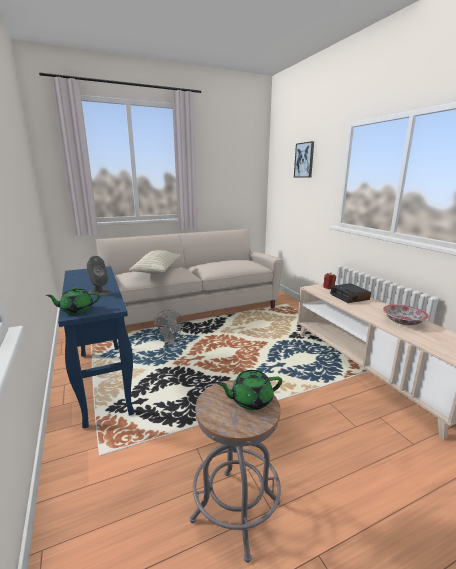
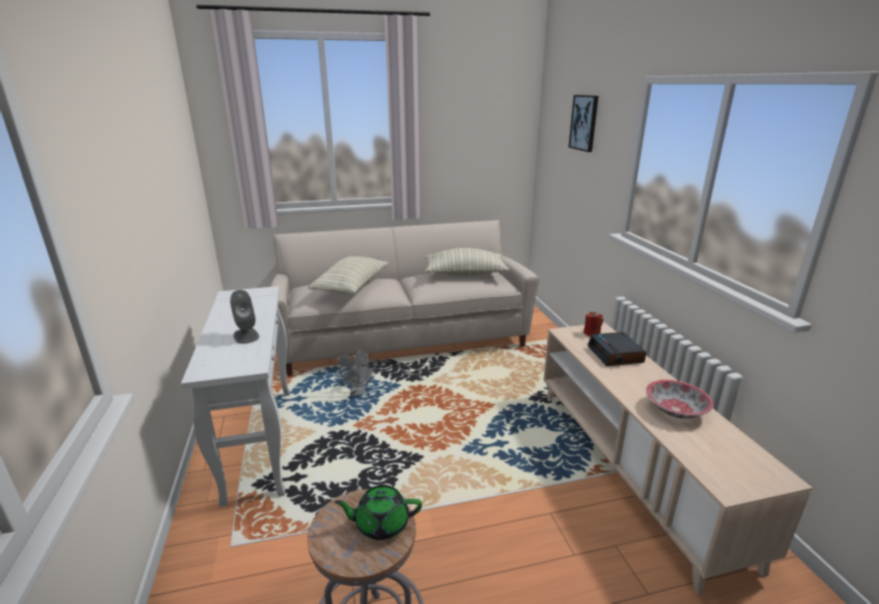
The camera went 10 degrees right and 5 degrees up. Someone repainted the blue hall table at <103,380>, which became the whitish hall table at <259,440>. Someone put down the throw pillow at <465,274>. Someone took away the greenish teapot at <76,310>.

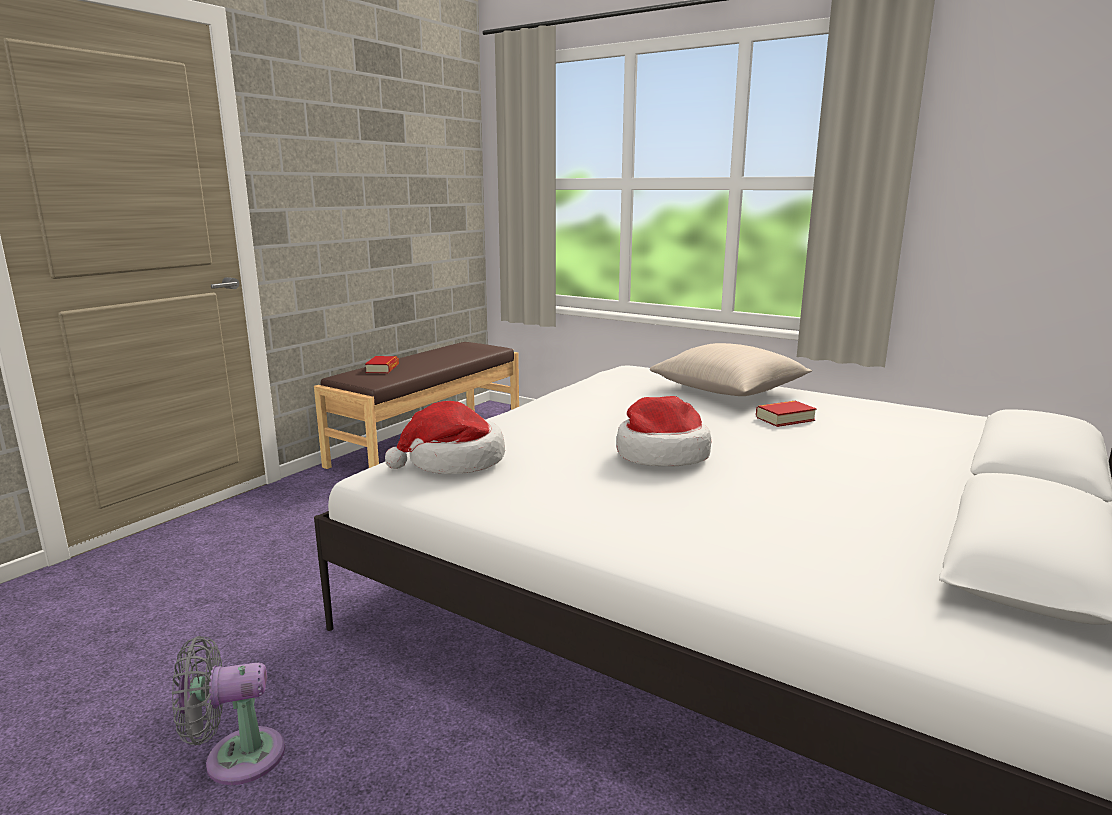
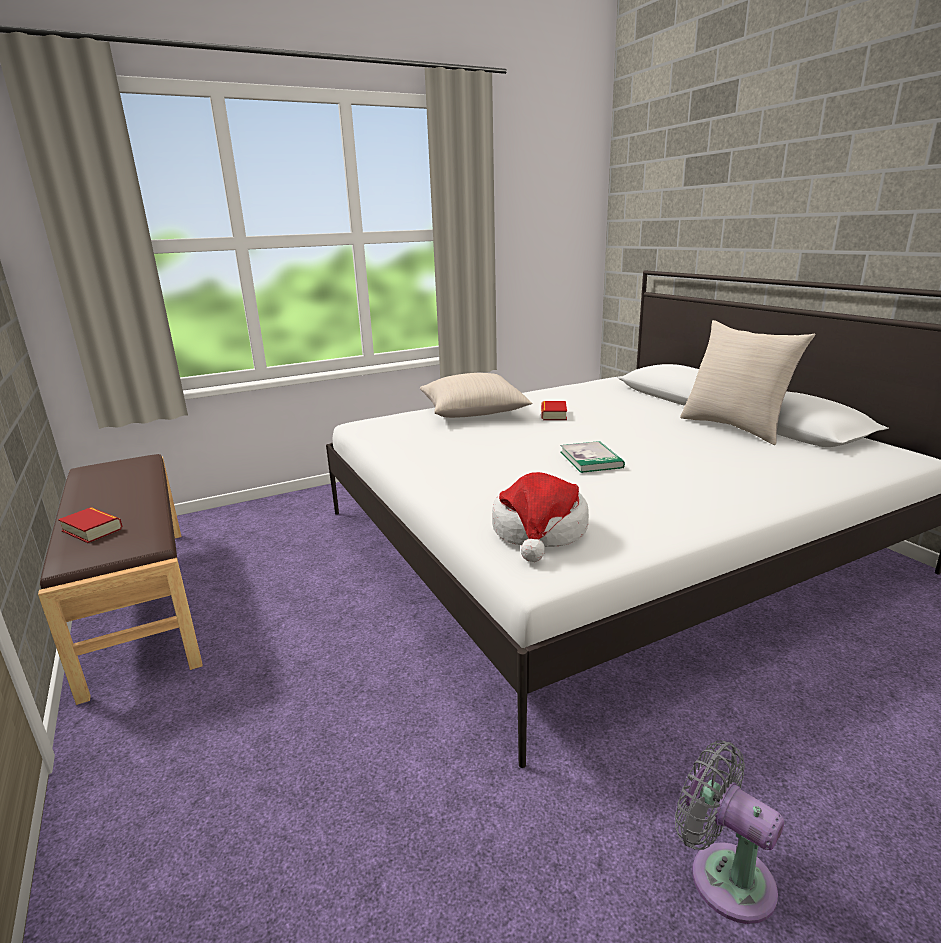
The camera went 60 degrees left and 5 degrees up. Someone swapped the wearable hat at <661,454> for the volume at <591,459>. Someone rotated the grey cooling fan at <236,758> by 120 degrees clockwise. Someone put down the beige-coloured throw pillow at <735,427>.

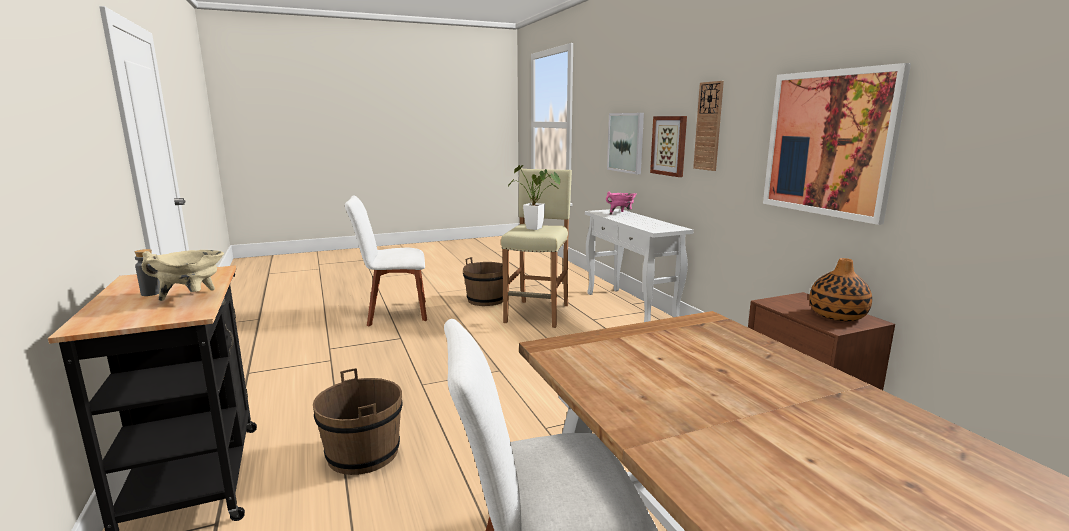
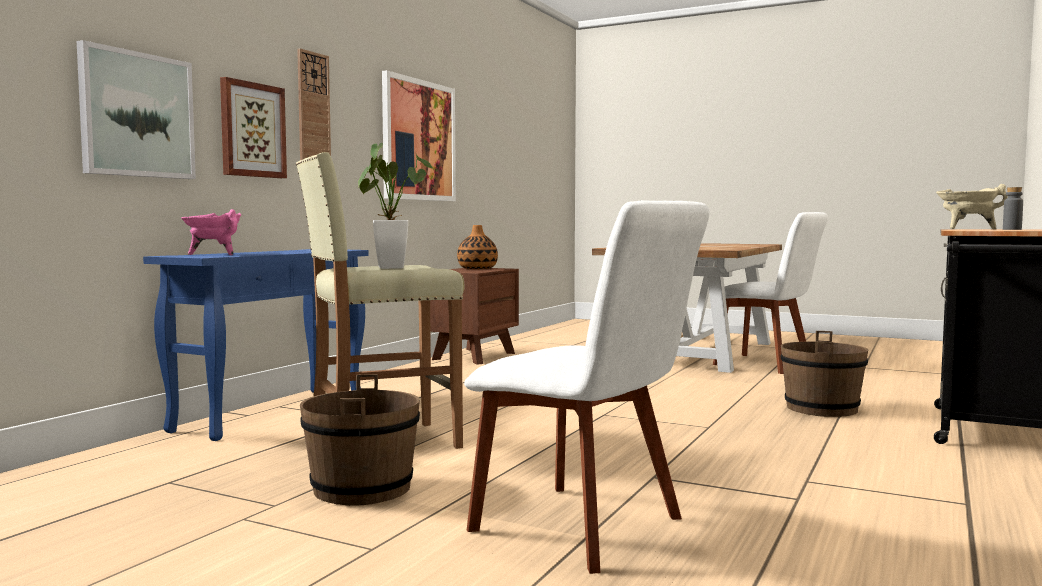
The camera went 130 degrees left and 10 degrees down. Someone repainted the whitish hall table at <630,308>, which became the blue hall table at <272,412>.

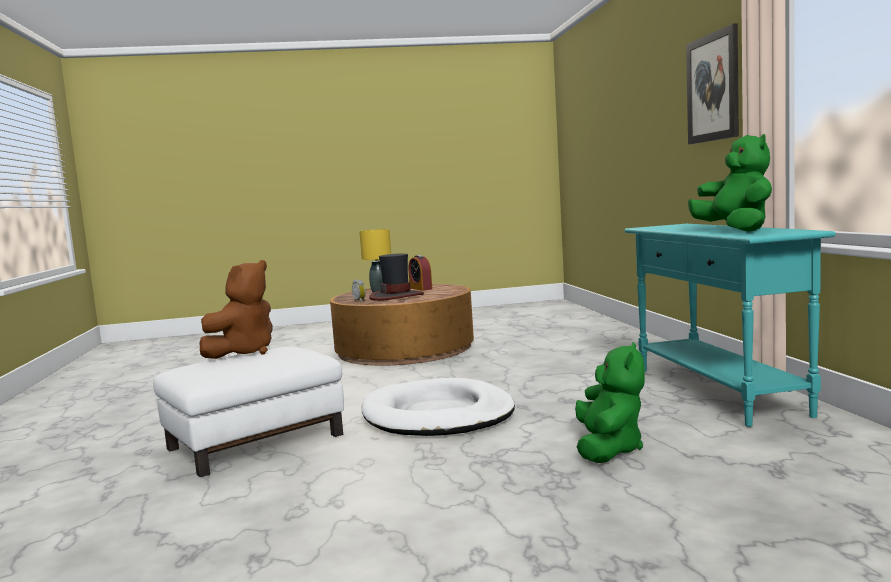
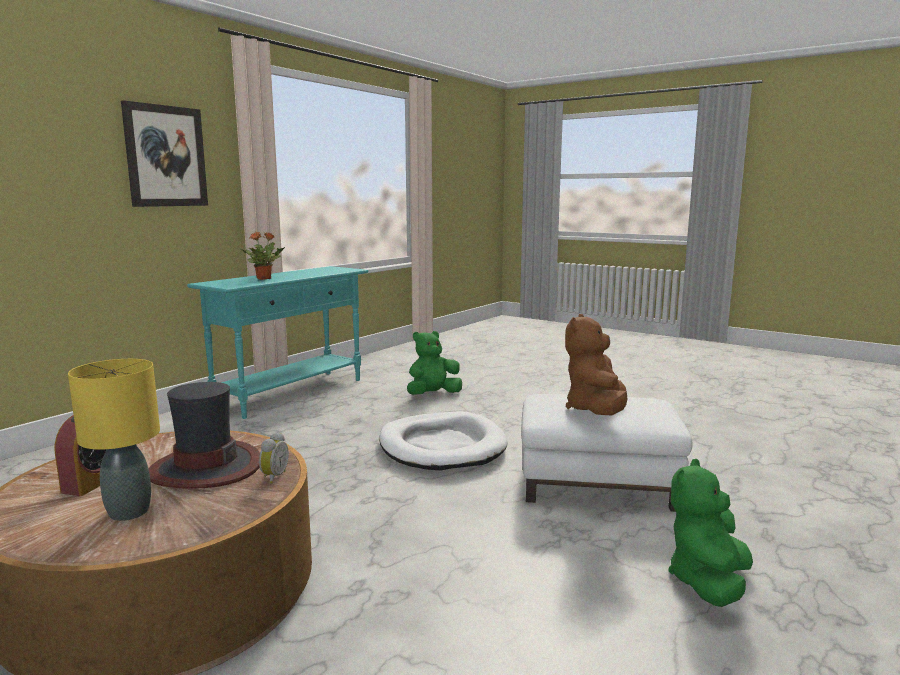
The camera went 135 degrees left and 5 degrees up. Someone put down the potted plant at <264,278>. Someone rotated the brownish soft toy at <244,352> by 60 degrees counterclockwise. Someone carried the greenish soft toy from <735,230> to <708,583>.

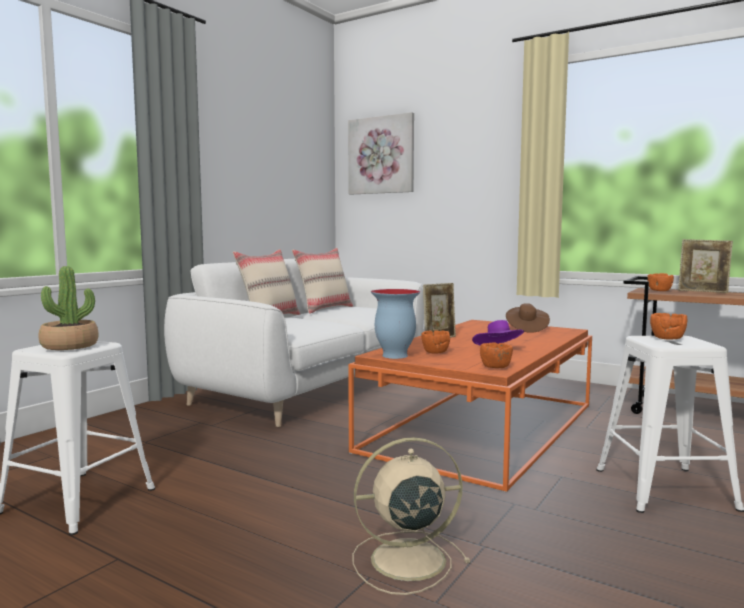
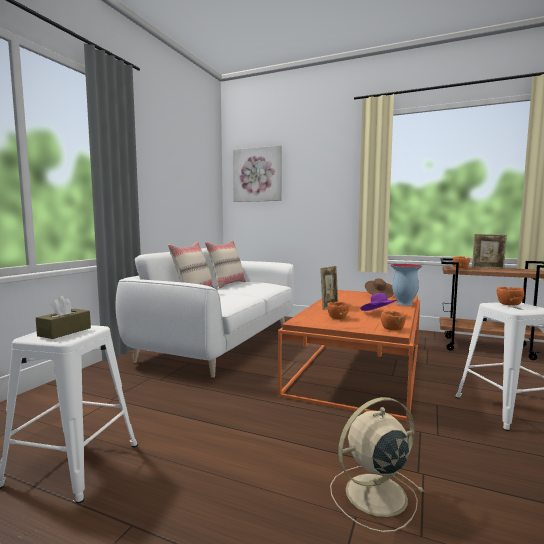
The camera went 10 degrees left and 0 degrees up. Someone swapped the potted plant at <69,346> for the brownish box of tissues at <65,332>. Someone carried the decorative vase from <394,356> to <404,304>.

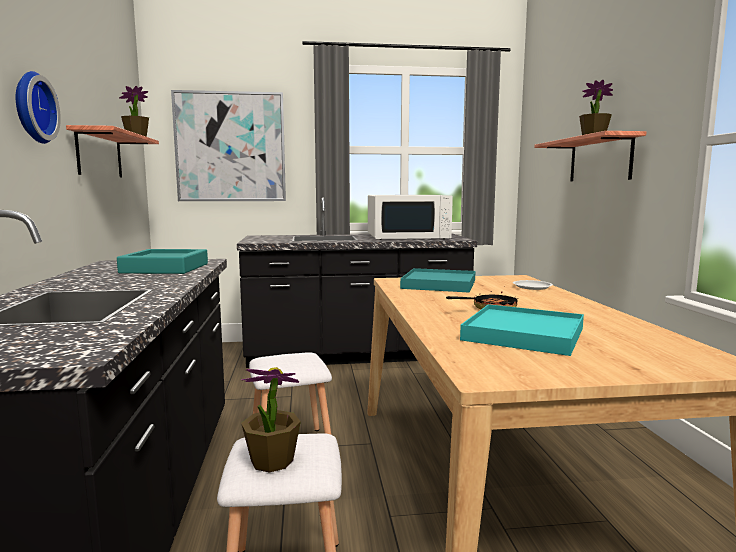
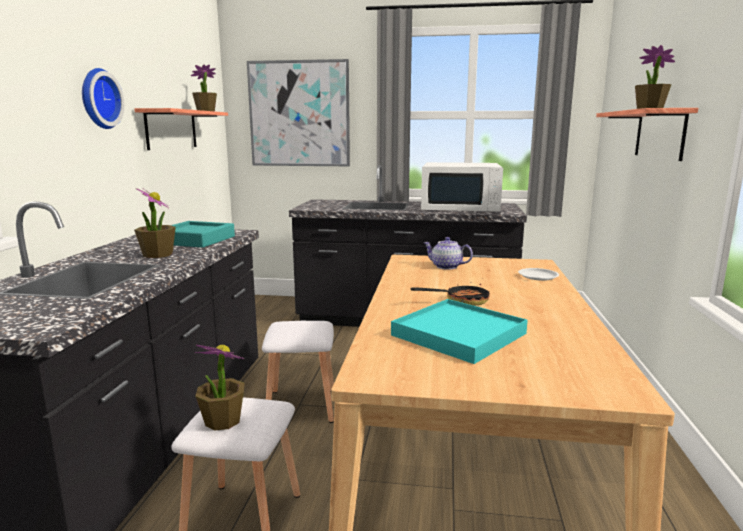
The camera went 15 degrees right and 5 degrees up. Someone put down the potted plant at <157,254>. Someone swapped the turquoise-coloured serving tray at <439,284> for the teapot at <446,267>.

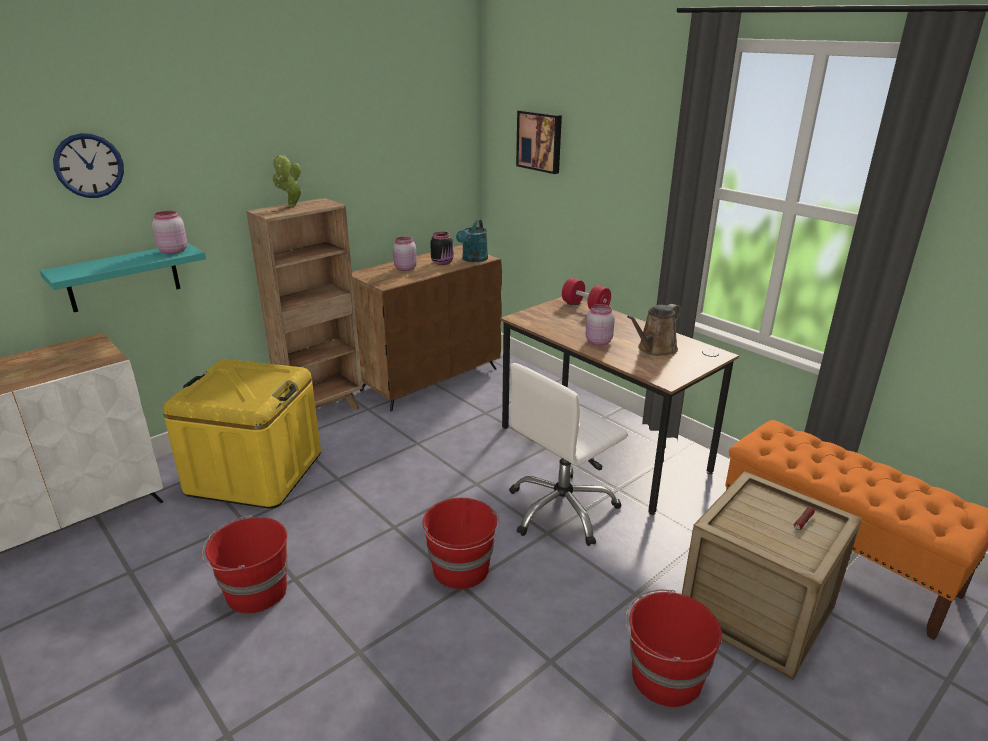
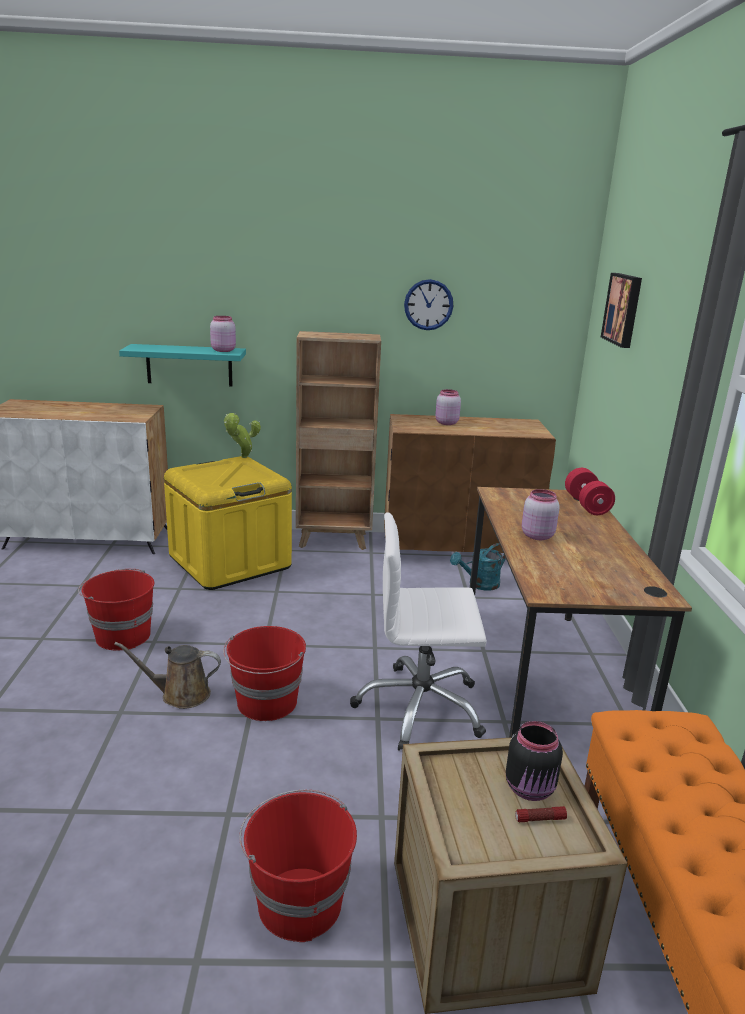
The camera went 40 degrees right and 5 degrees down. Someone carried the brownish watering pot from <655,349> to <180,694>. Someone carried the potted plant from <291,206> to <242,457>. Someone carried the clock on the wall from <89,166> to <428,305>. Someone carried the turquoise-coloured watering pot from <473,259> to <479,585>. Someone carried the black-coloured jar from <442,263> to <531,789>.

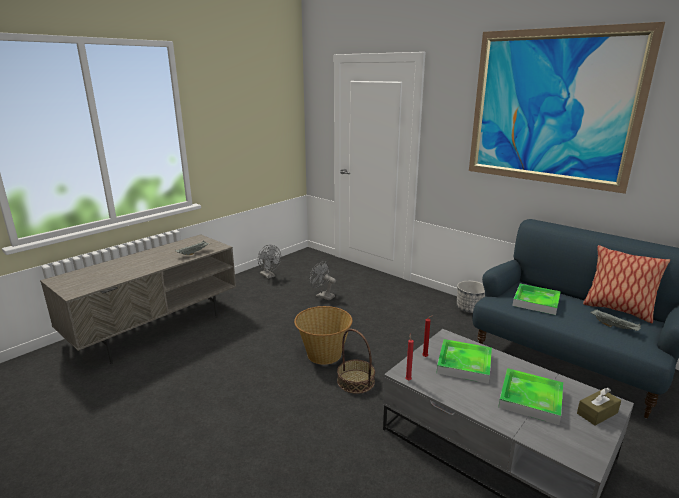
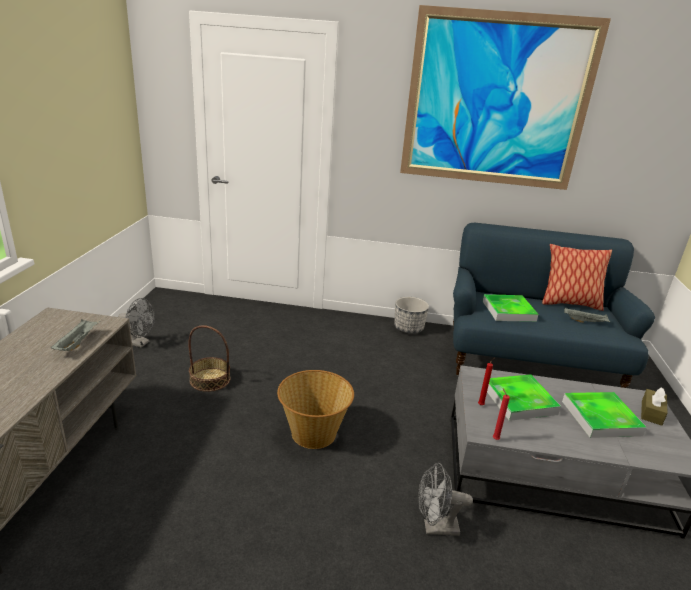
The camera went 35 degrees left and 5 degrees up. Someone carried the household basket from <356,381> to <210,379>. Someone carried the grey cooling fan from <322,296> to <435,527>.

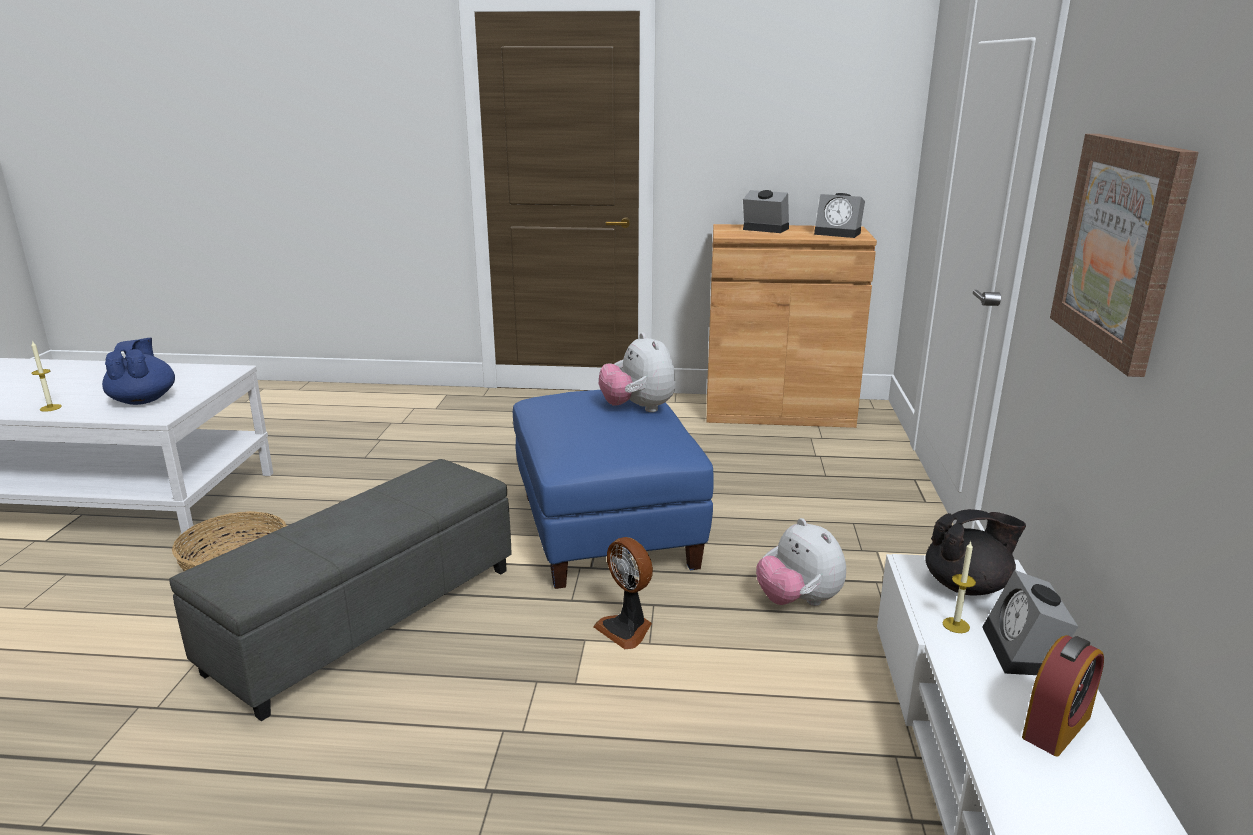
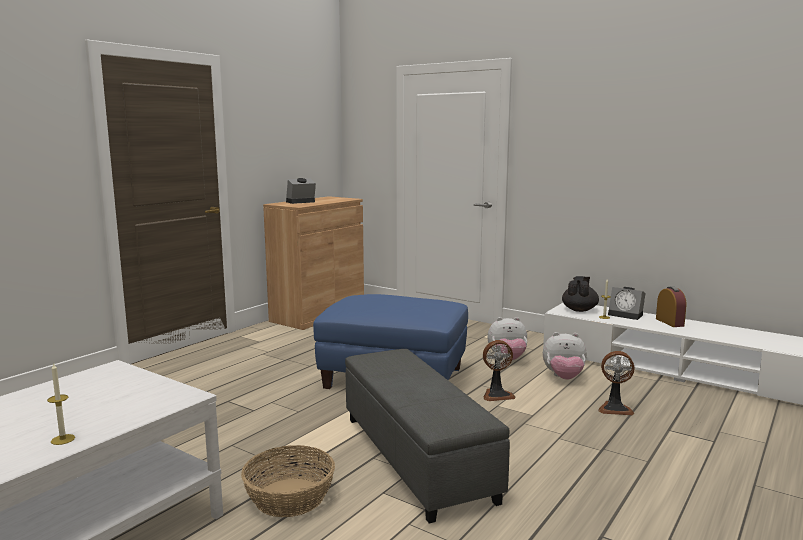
The camera went 60 degrees left and 10 degrees down. Someone carried the soft toy from <638,409> to <564,378>. Someone put down the cooling fan at <614,408>. Someone took away the blue teapot at <144,400>. Someone took away the bedside clock at <839,233>. Someone took away the wall picture at <1120,247>.

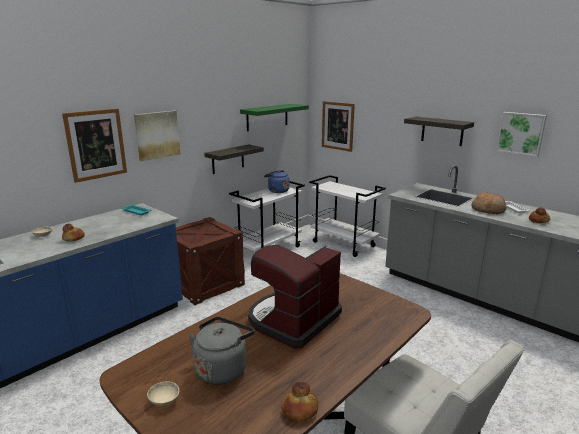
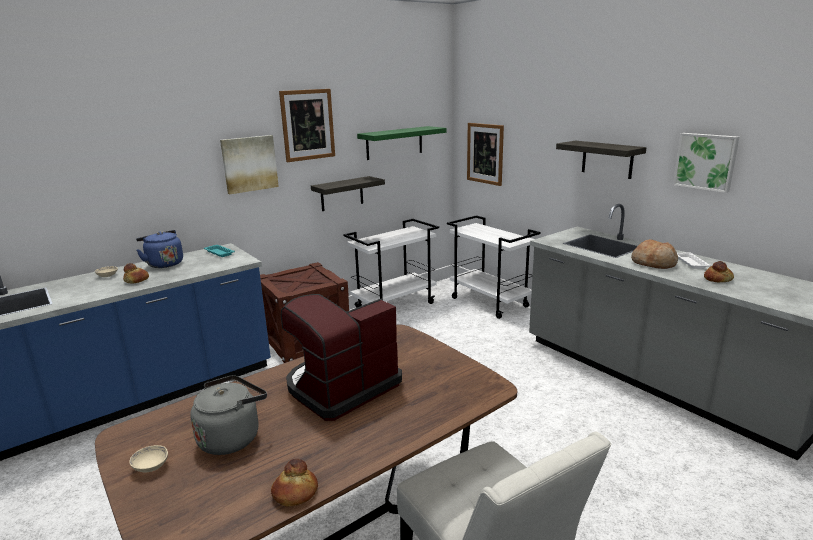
The camera went 10 degrees right and 0 degrees up. Someone carried the blue kettle from <277,191> to <164,264>. Someone carried the wall picture from <96,144> to <307,125>.

